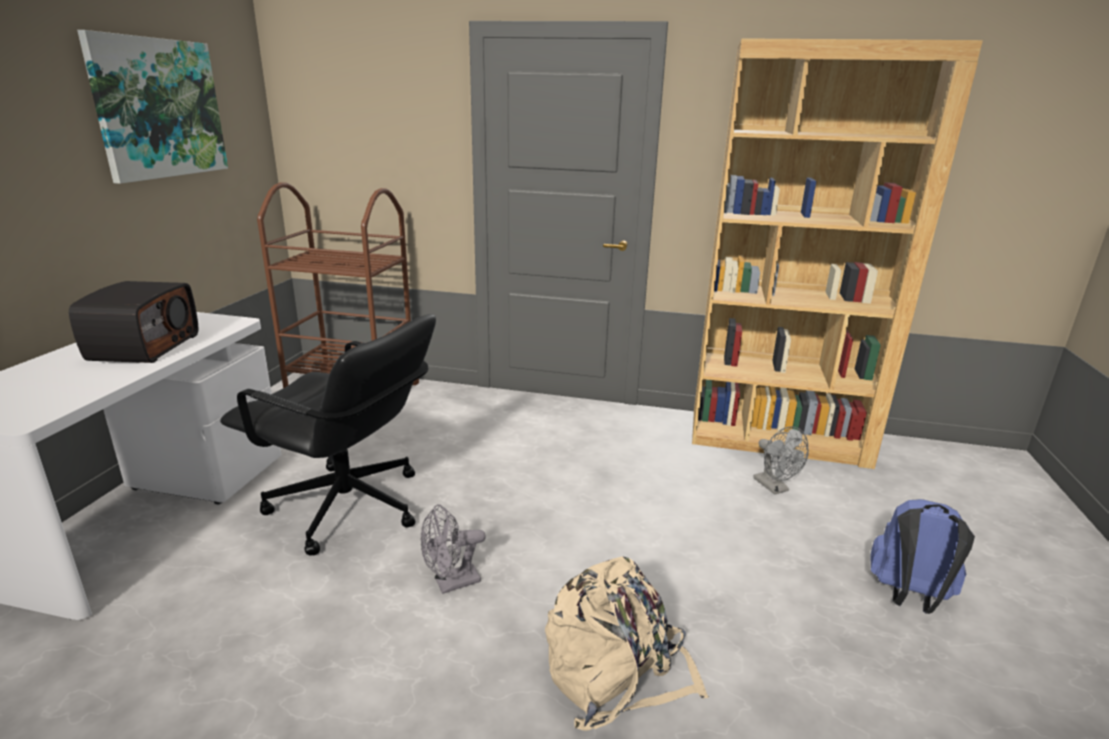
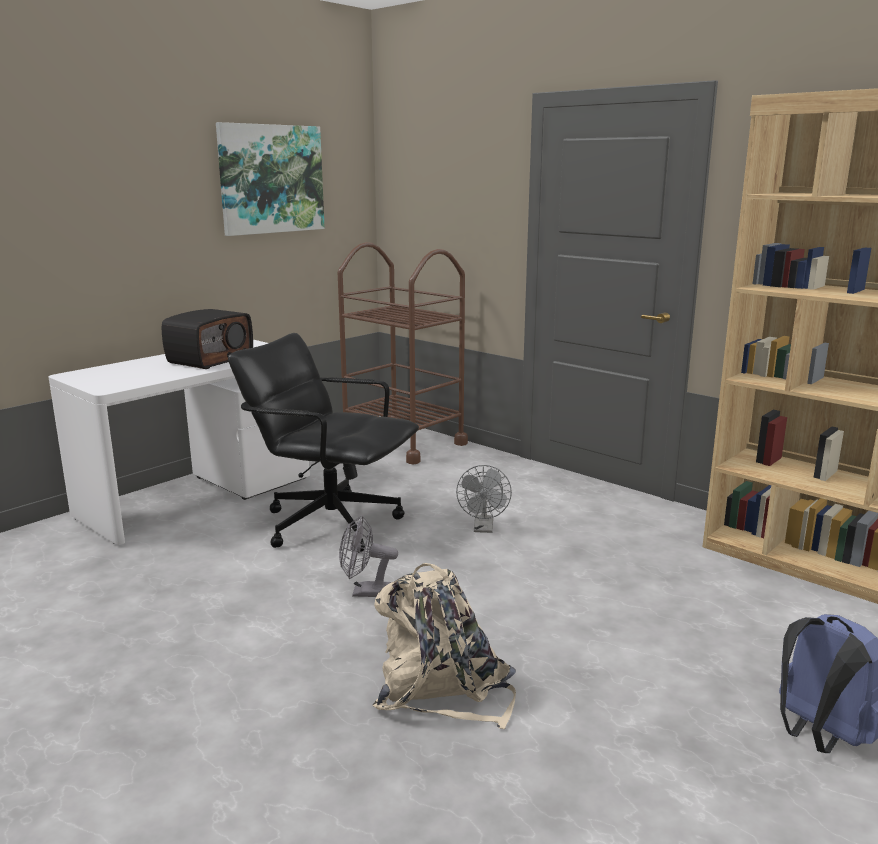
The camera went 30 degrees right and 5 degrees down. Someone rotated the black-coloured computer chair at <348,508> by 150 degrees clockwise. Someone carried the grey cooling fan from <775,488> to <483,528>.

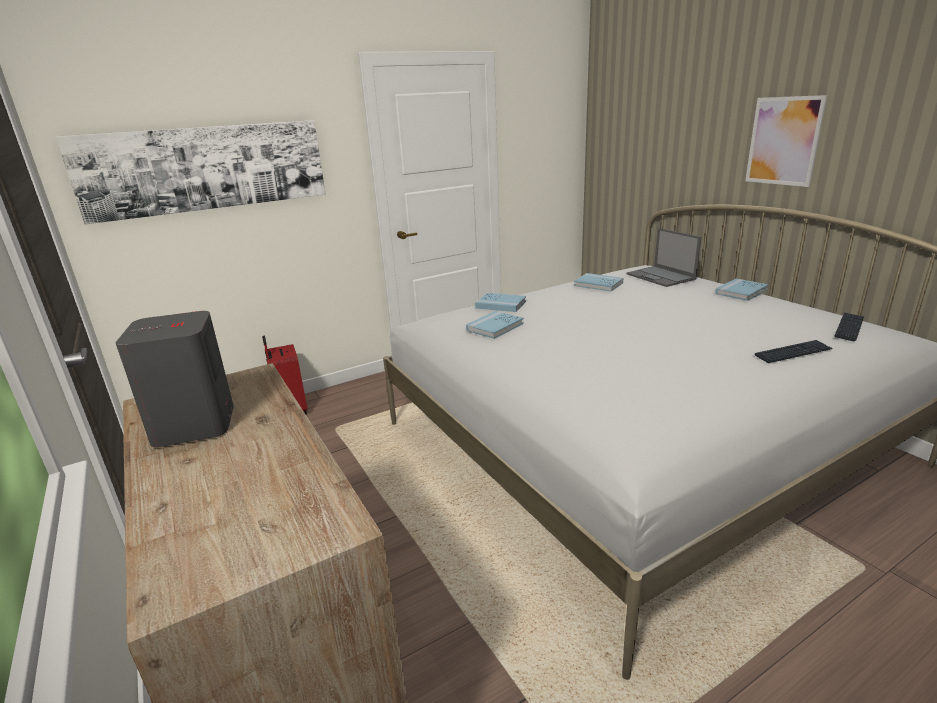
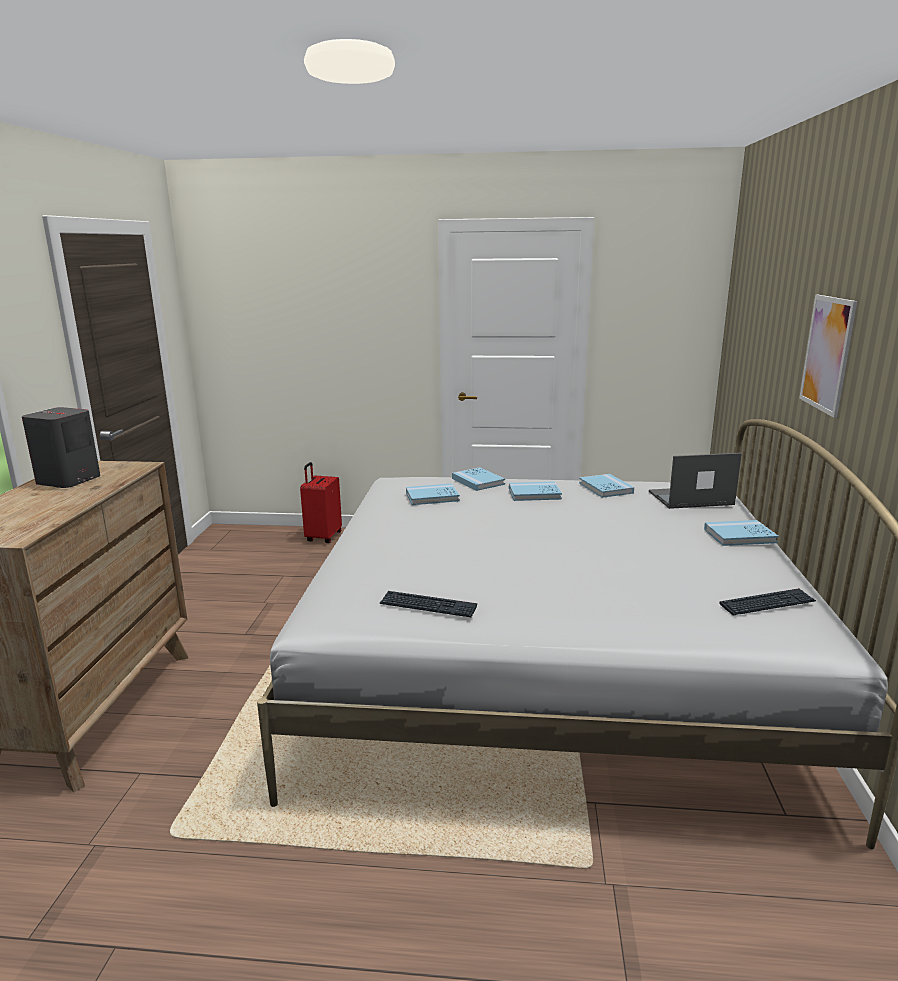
The camera went 35 degrees right and 5 degrees down. Someone carried the keyboard from <793,353> to <428,606>. Someone put down the blue volume at <534,494>. Someone rotated the notebook computer at <661,277> by 75 degrees clockwise. Someone took away the wall picture at <206,168>.

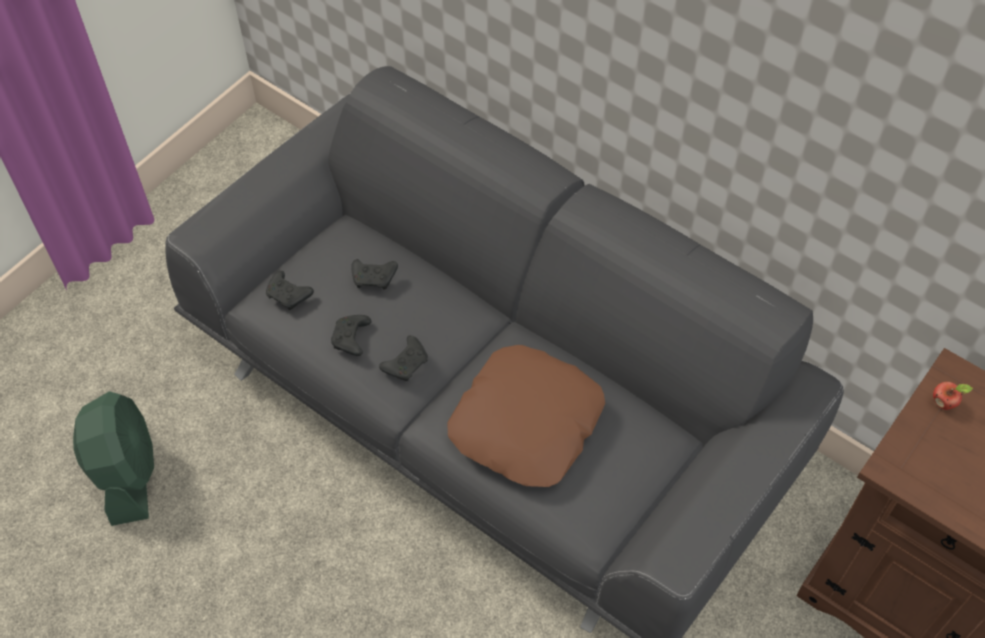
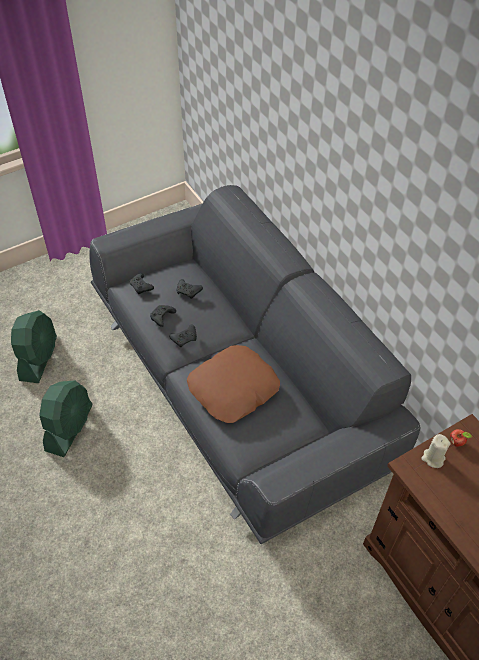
The camera went 20 degrees right and 5 degrees down. Someone put down the greenish cooling fan at <69,427>. Someone put down the beige-coloured wax light at <433,458>.

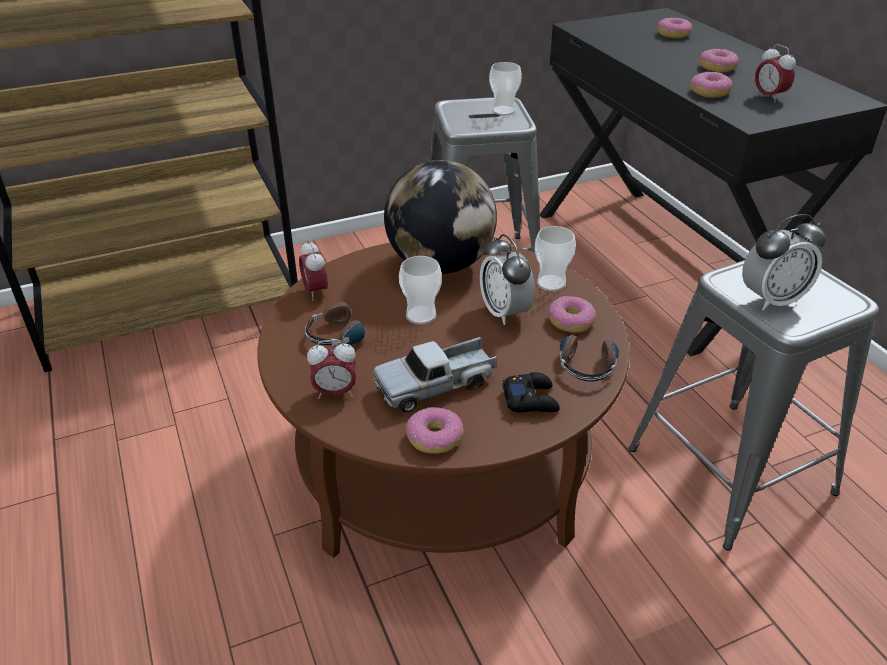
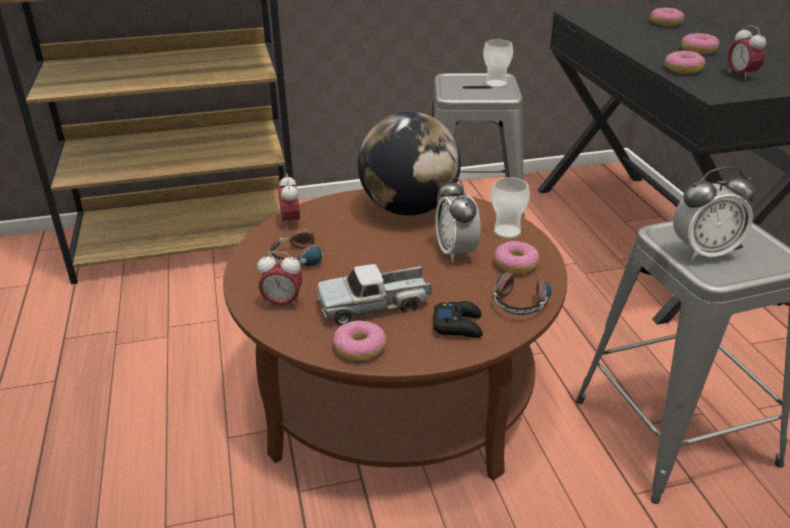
The camera went 10 degrees right and 5 degrees down. Someone took away the drinking cup at <421,315>.

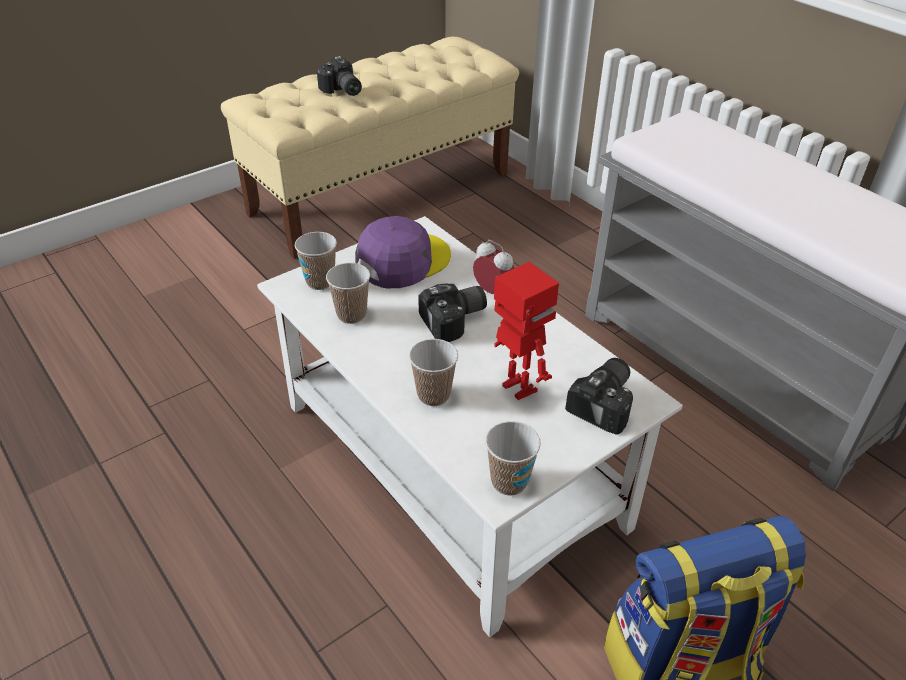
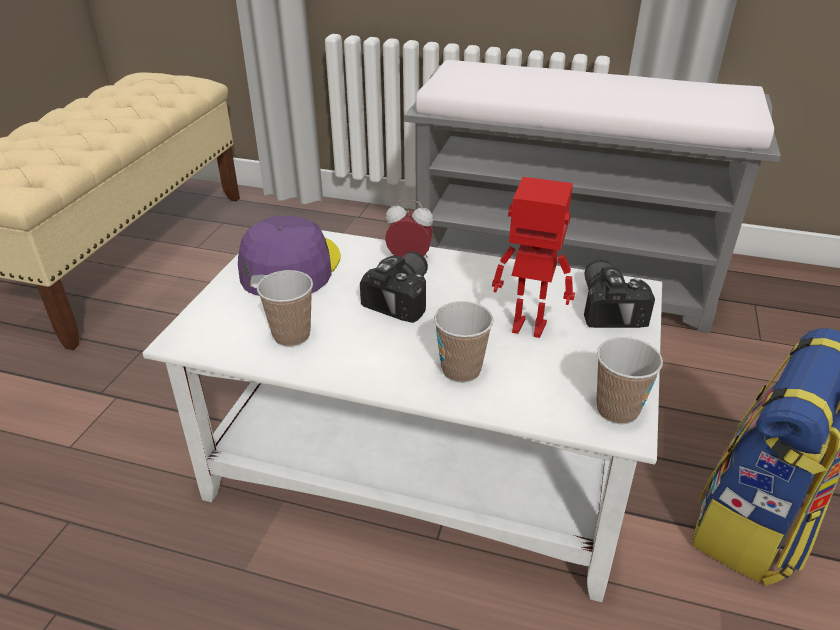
The camera went 35 degrees left and 5 degrees down. Someone took away the drinking cup at <320,282>. Someone took away the still camera at <341,91>.

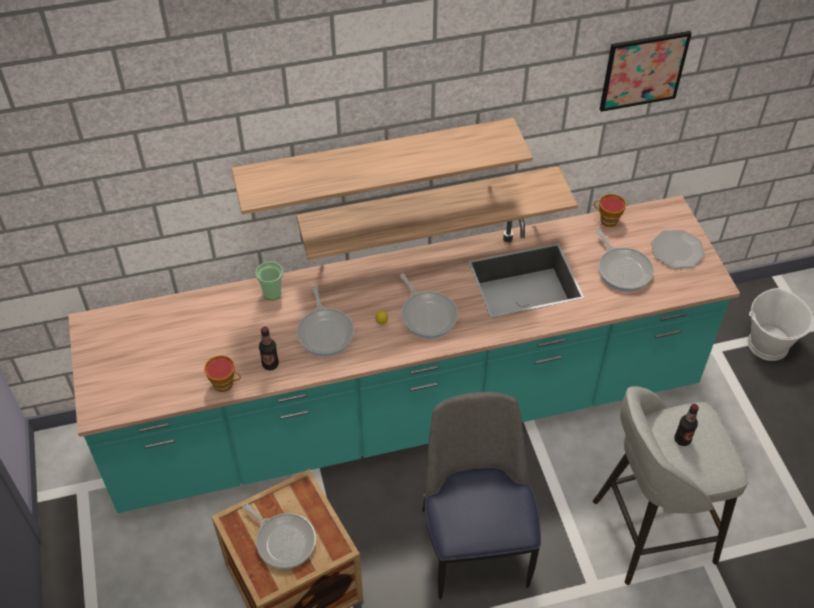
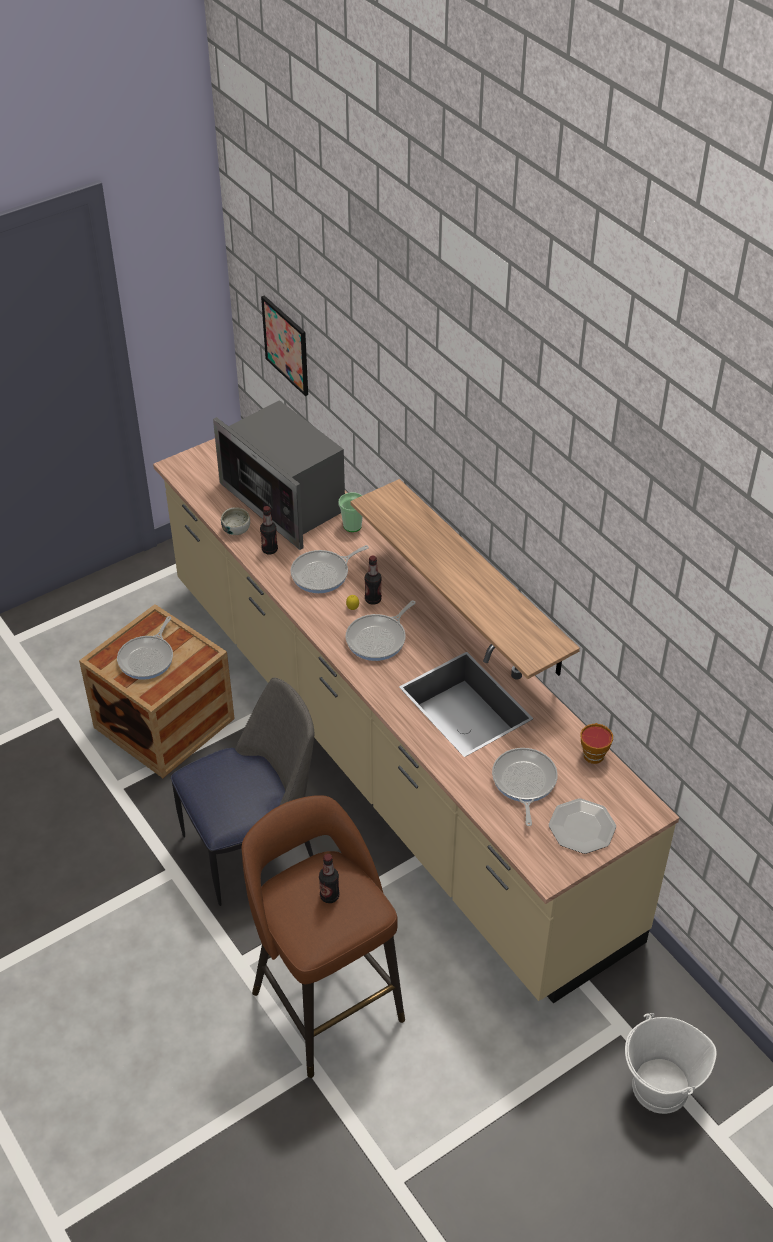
The camera went 70 degrees right and 5 degrees down. Someone repainted the turquoise-coloured kitchen base unit at <407,411>, which became the beige-coloured kitchen base unit at <386,750>. Someone put down the kitchen microwave at <286,501>. Someone swapped the drinking cup at <226,384> for the bowl at <236,529>. Someone repainted the grey stool at <649,531>, which became the brownish stool at <325,1002>. Someone carried the wall picture from <643,70> to <286,345>. Someone put down the drink bottle at <373,599>. Someone rotated the frying pan at <623,269> by 135 degrees clockwise. Someone took away the shelf at <376,162>.

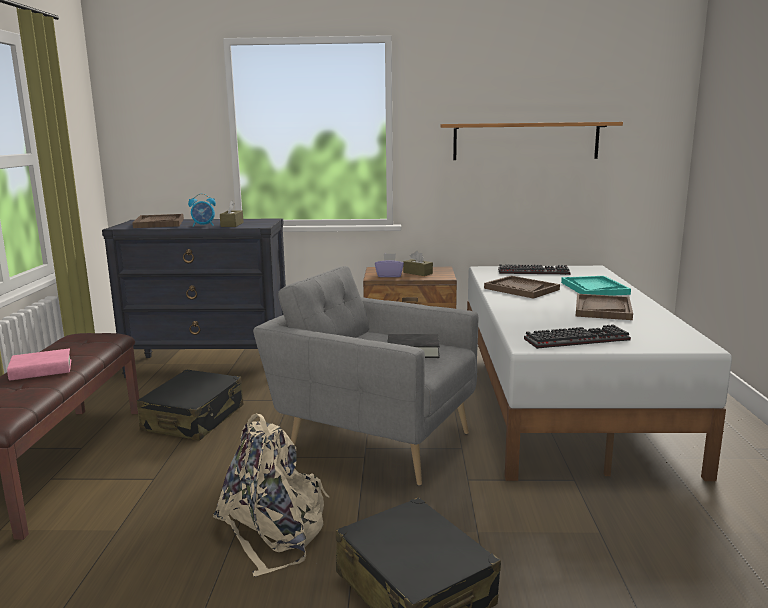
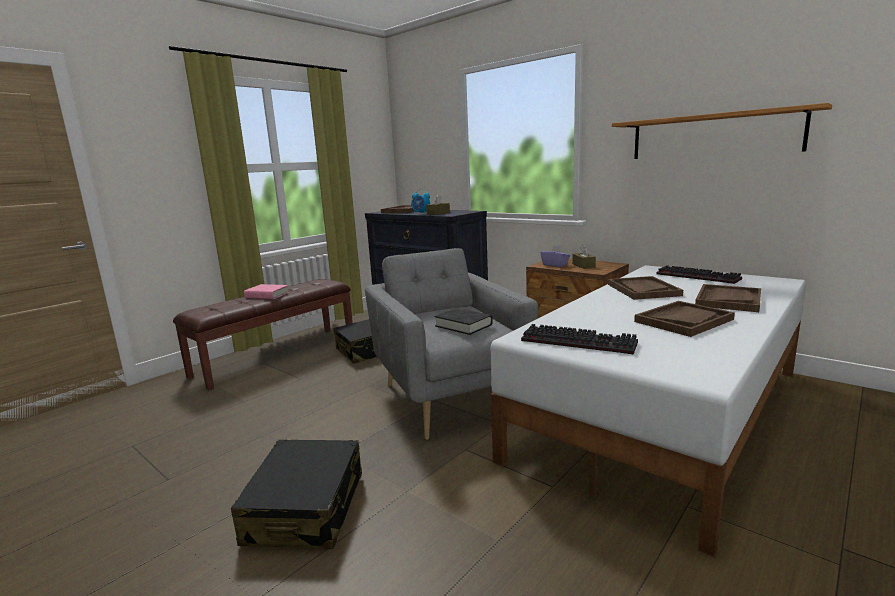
The camera went 40 degrees right and 0 degrees up. Someone repainted the turquoise-coloured serving tray at <594,288>, which became the brownish serving tray at <728,300>. Someone took away the beige-coloured backpack at <274,530>.

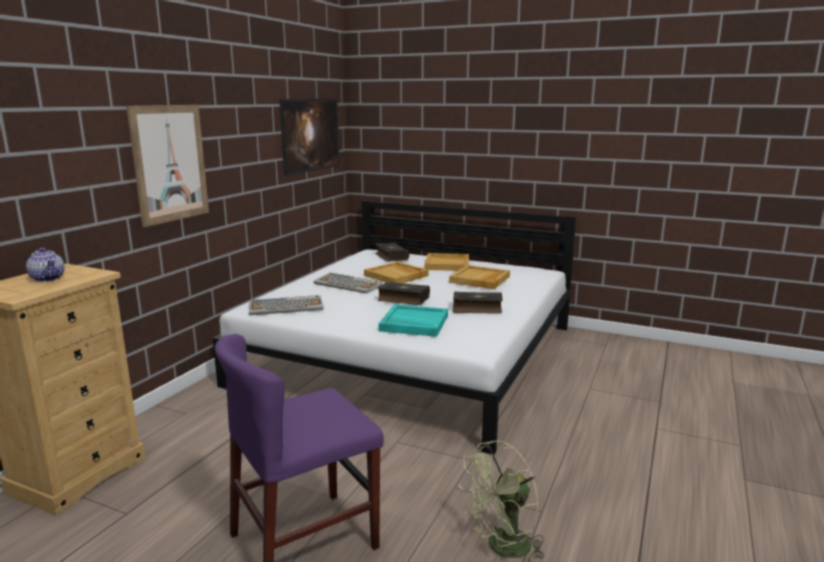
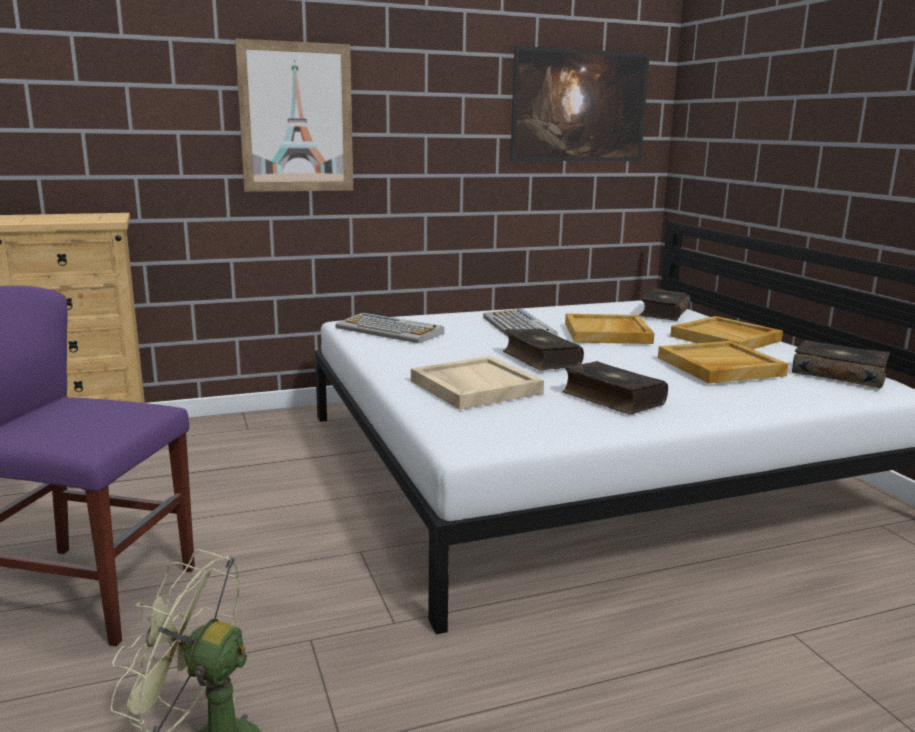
The camera went 45 degrees right and 0 degrees up. Someone repainted the turquoise-coloured serving tray at <413,323>, which became the beige-coloured serving tray at <474,387>. Someone put down the volume at <838,374>. Someone took away the teapot at <48,278>.

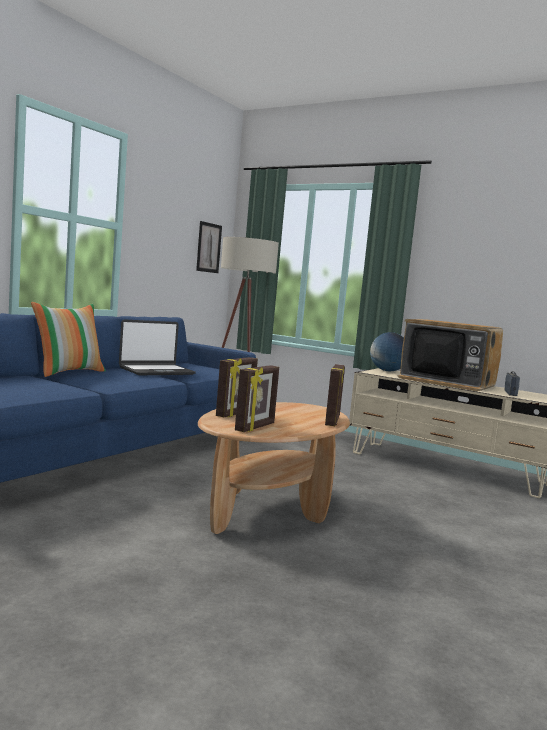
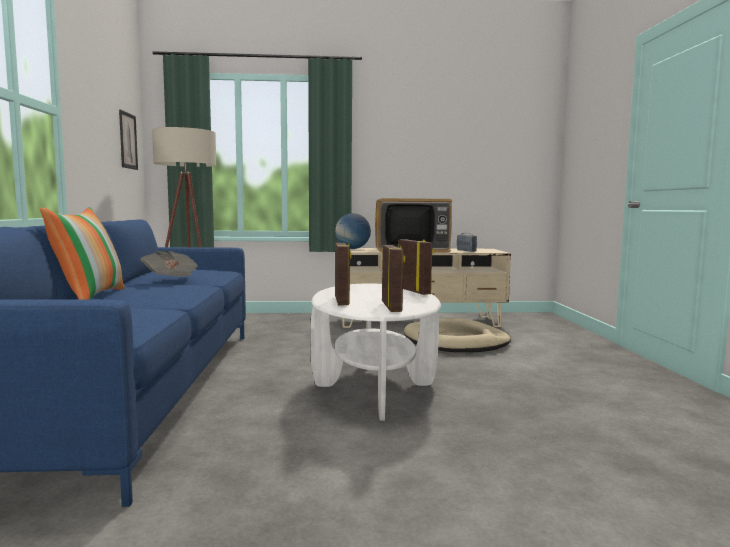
The camera went 35 degrees left and 0 degrees up. Someone swapped the notebook computer at <156,371> for the newspaper at <172,280>. Someone repainted the brownish low table at <269,507>, which became the whitish low table at <374,385>. Someone put down the beige-coloured pet bed at <456,341>.

